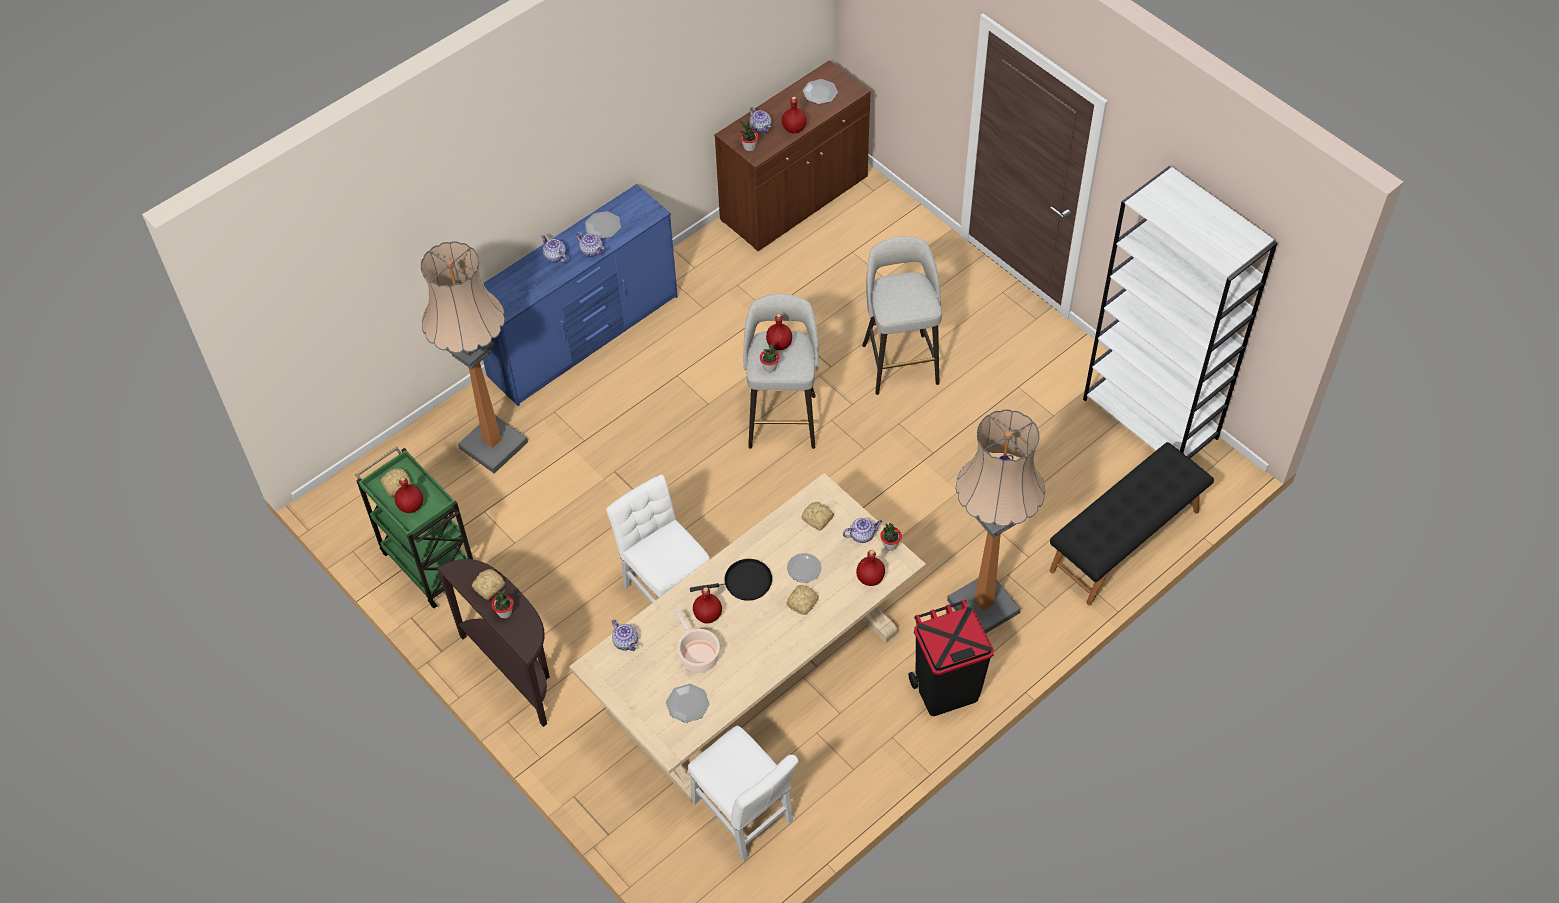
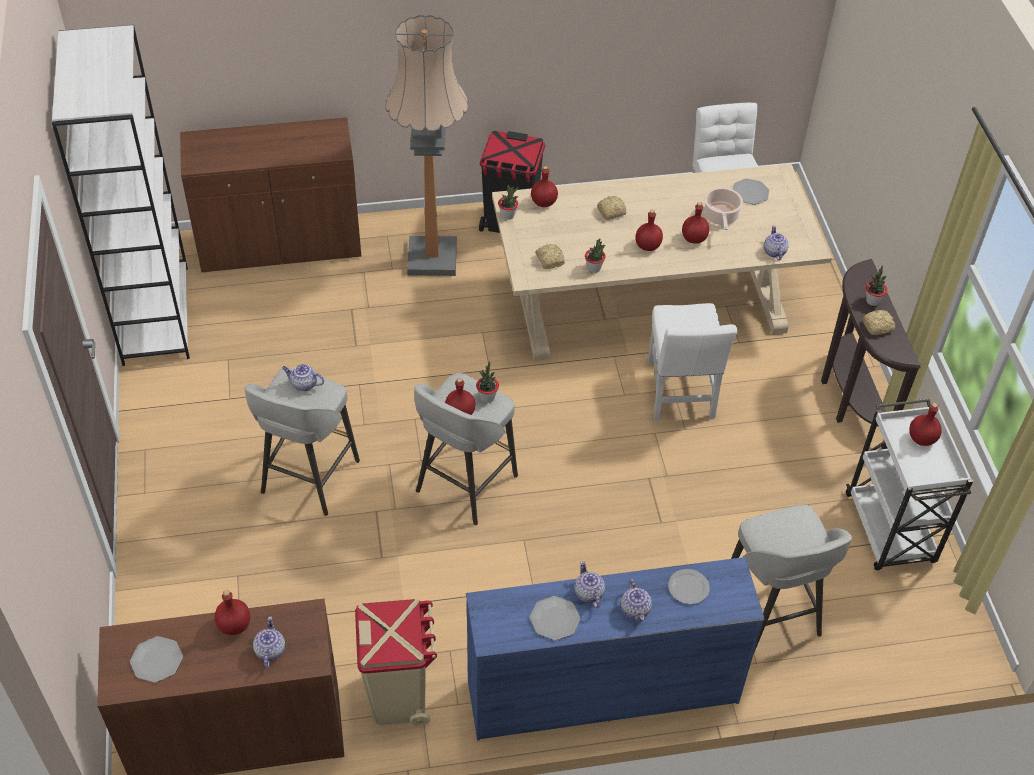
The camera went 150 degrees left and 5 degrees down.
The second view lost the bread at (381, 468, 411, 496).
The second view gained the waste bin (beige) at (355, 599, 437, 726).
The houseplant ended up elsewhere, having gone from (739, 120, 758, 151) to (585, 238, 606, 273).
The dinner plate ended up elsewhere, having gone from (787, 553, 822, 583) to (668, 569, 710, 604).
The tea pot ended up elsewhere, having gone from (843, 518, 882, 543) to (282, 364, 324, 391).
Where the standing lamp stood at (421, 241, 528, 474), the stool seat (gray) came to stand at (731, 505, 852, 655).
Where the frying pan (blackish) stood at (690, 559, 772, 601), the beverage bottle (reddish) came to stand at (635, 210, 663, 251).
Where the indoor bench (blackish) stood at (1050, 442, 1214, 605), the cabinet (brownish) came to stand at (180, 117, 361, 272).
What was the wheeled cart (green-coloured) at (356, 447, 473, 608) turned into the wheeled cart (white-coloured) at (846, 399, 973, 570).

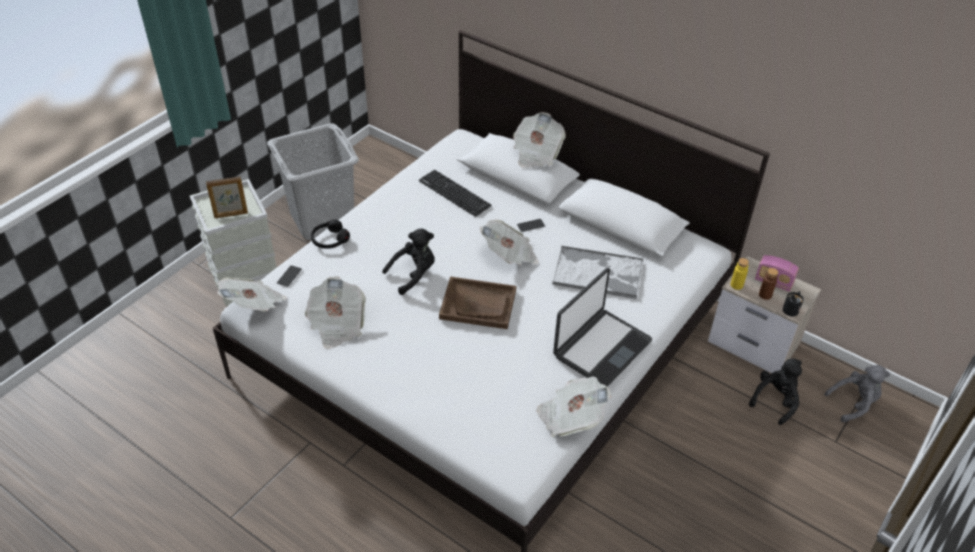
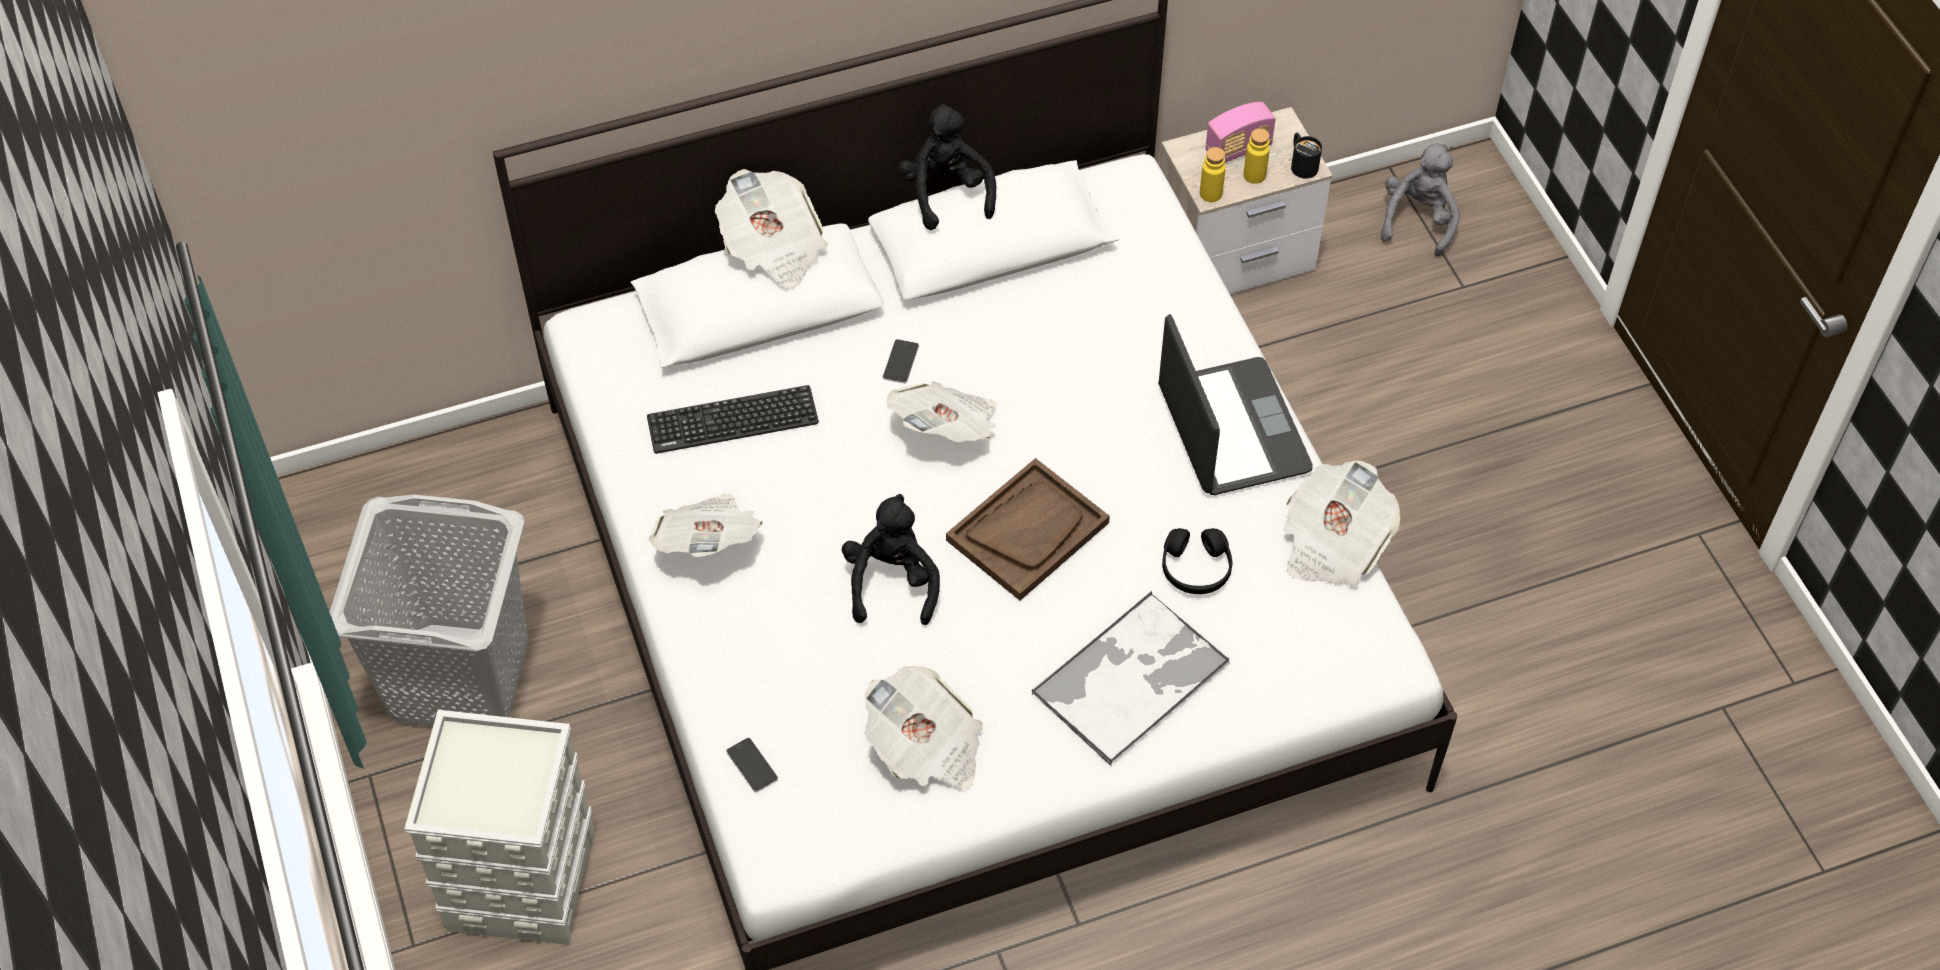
The camera went 55 degrees left and 10 degrees up.
The second view lost the standing frame at (206, 177, 248, 218).
The printed paper ended up elsewhere, having gone from (217, 277, 286, 312) to (649, 494, 763, 557).
The headphones (blackish) ended up elsewhere, having gone from (311, 219, 350, 249) to (1162, 528, 1232, 594).
The tray ended up elsewhere, having gone from (552, 246, 643, 299) to (1031, 591, 1230, 766).
The plush toy (blackish) ended up elsewhere, having gone from (749, 358, 802, 425) to (898, 103, 996, 230).
What was the beverage bottle (brownish) at (759, 268, 778, 300) turned into the beverage bottle (yellowish) at (1243, 129, 1270, 184).

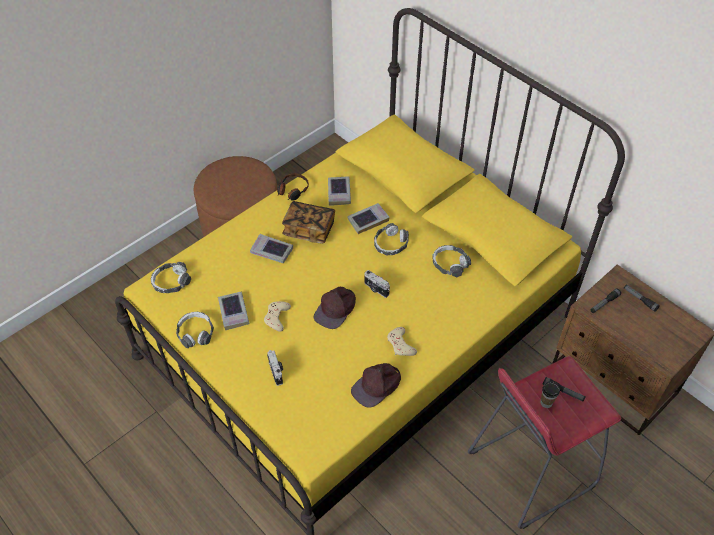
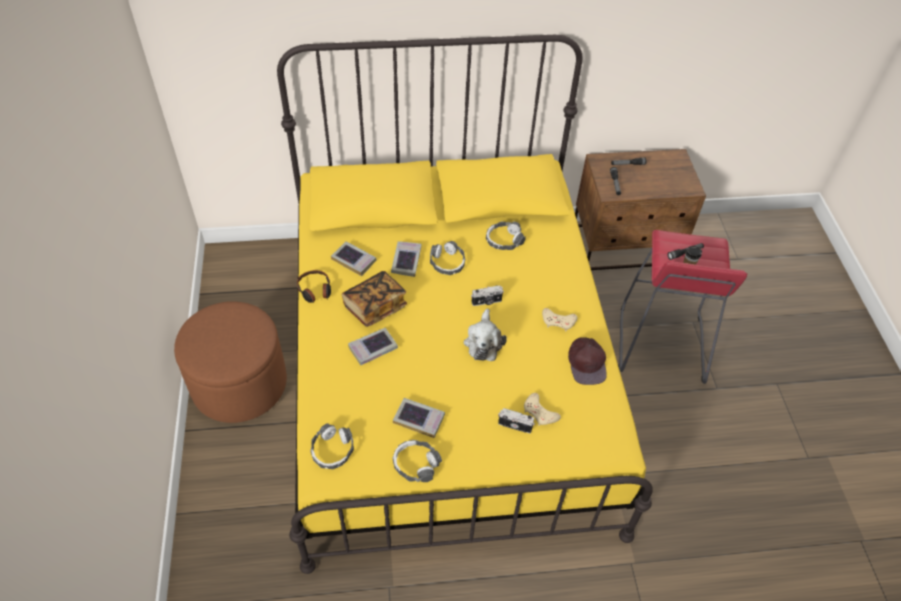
The camera went 55 degrees left and 0 degrees up.
The game controller (beige) ended up elsewhere, having gone from (264, 301, 291, 332) to (524, 393, 561, 426).
Where the peaked cap (brownish) stood at (314, 287, 356, 329), the plush toy came to stand at (464, 308, 507, 361).

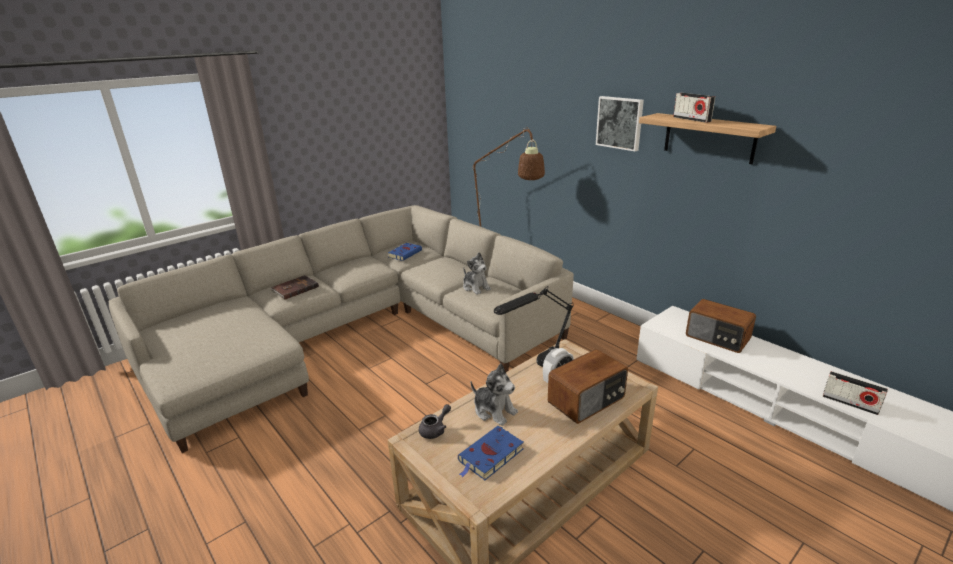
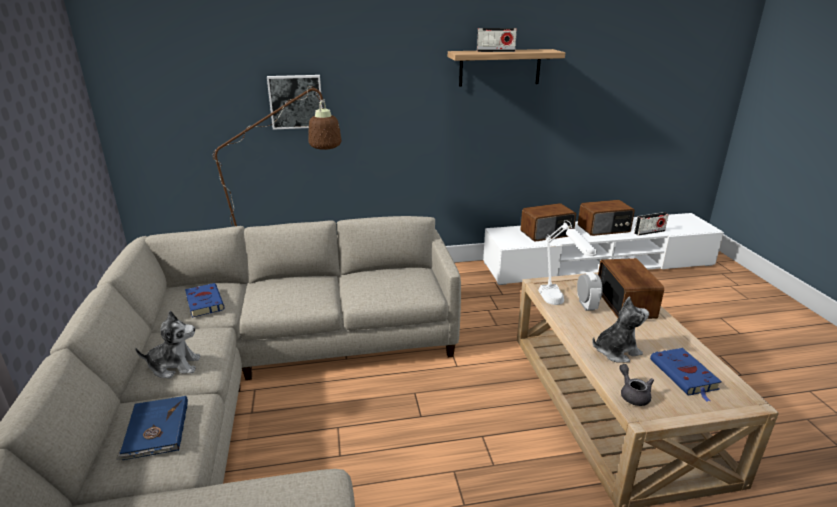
The camera went 60 degrees left and 0 degrees up.
The second view gained the radio at (578, 200, 635, 236).
The plush toy ended up elsewhere, having gone from (463, 252, 491, 295) to (135, 311, 201, 379).
The wall art ended up elsewhere, having gone from (596, 96, 644, 151) to (267, 75, 322, 130).
What was the bound book (brownish) at (270, 275, 319, 299) turned into the bound book (blue) at (116, 396, 188, 460).
What was the table lamp (blackish) at (494, 286, 574, 367) turned into the table lamp (white-coloured) at (538, 220, 597, 305).

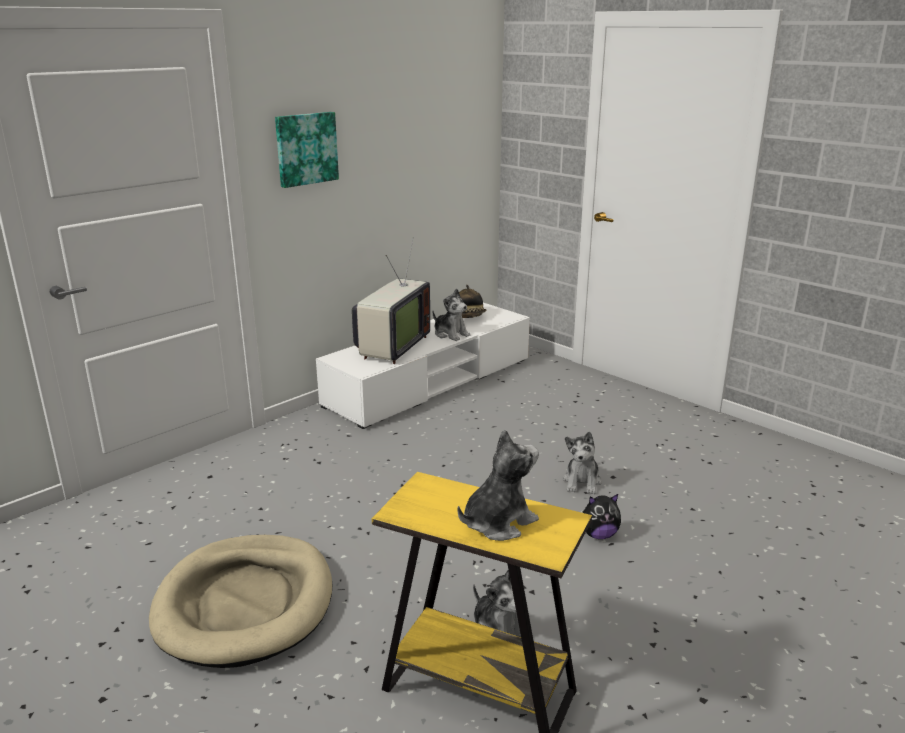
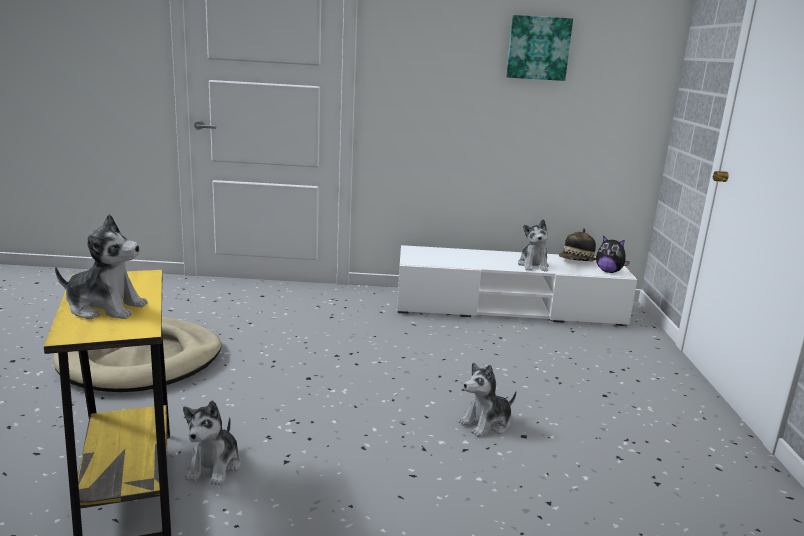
The camera went 45 degrees right and 5 degrees down.
The second view lost the TV set at (352, 237, 430, 364).
The wall art ended up elsewhere, having gone from (275, 112, 339, 188) to (506, 15, 573, 81).
The plush toy ended up elsewhere, having gone from (582, 494, 621, 539) to (596, 235, 630, 273).

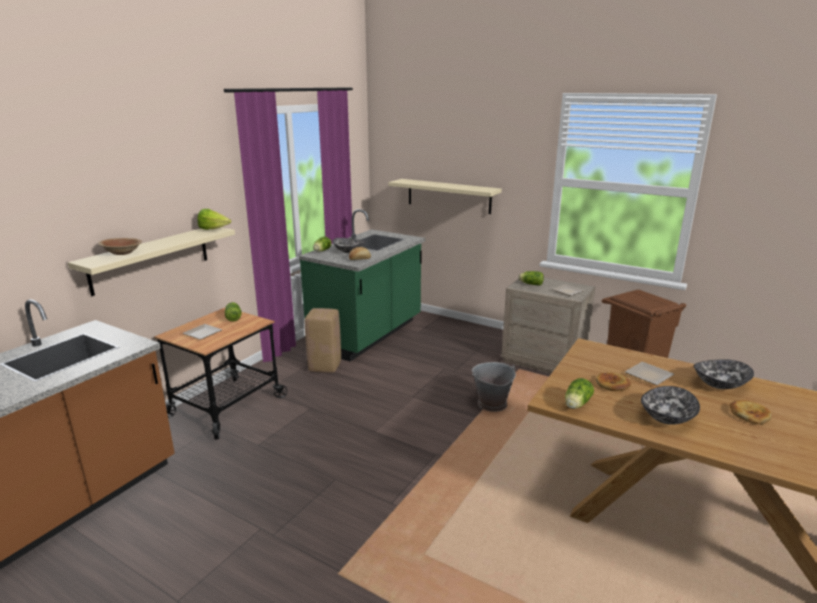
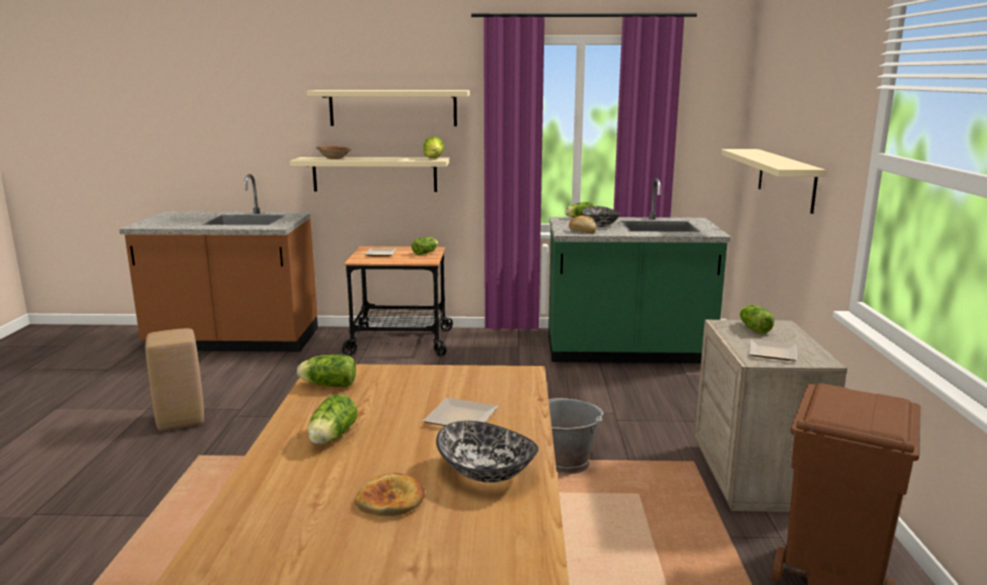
The camera went 60 degrees right and 5 degrees down.
The second view lost the bread at (596, 373, 631, 391).
The second view gained the bracket shelf (beige) at (307, 90, 470, 126).
The stool seat (beige) ended up elsewhere, having gone from (305, 308, 341, 373) to (145, 328, 204, 431).
Where the serving bowl stood at (641, 386, 700, 425), the lettuce came to stand at (308, 394, 358, 445).

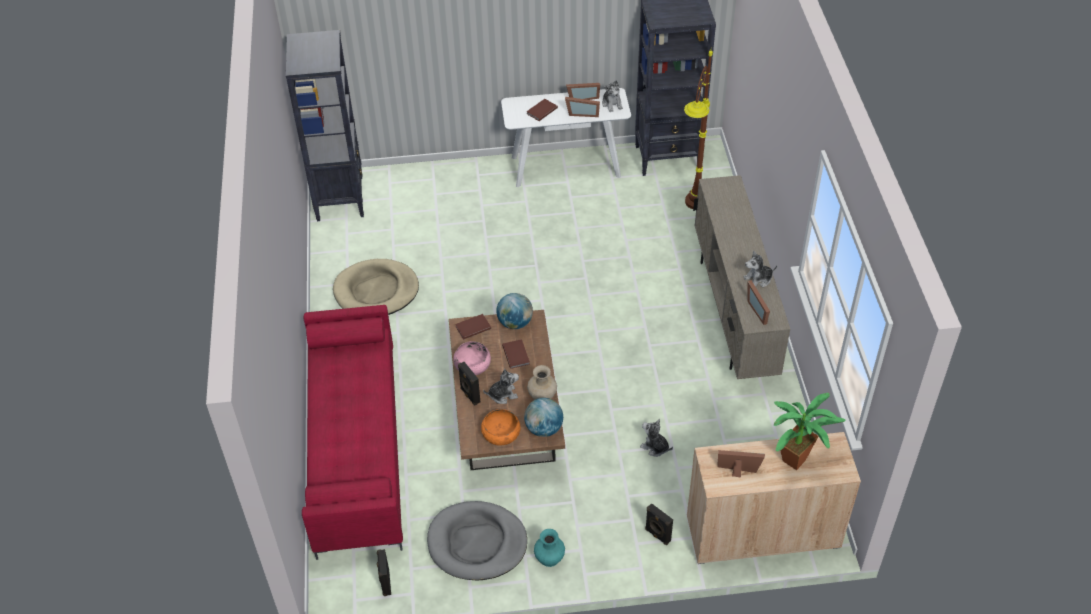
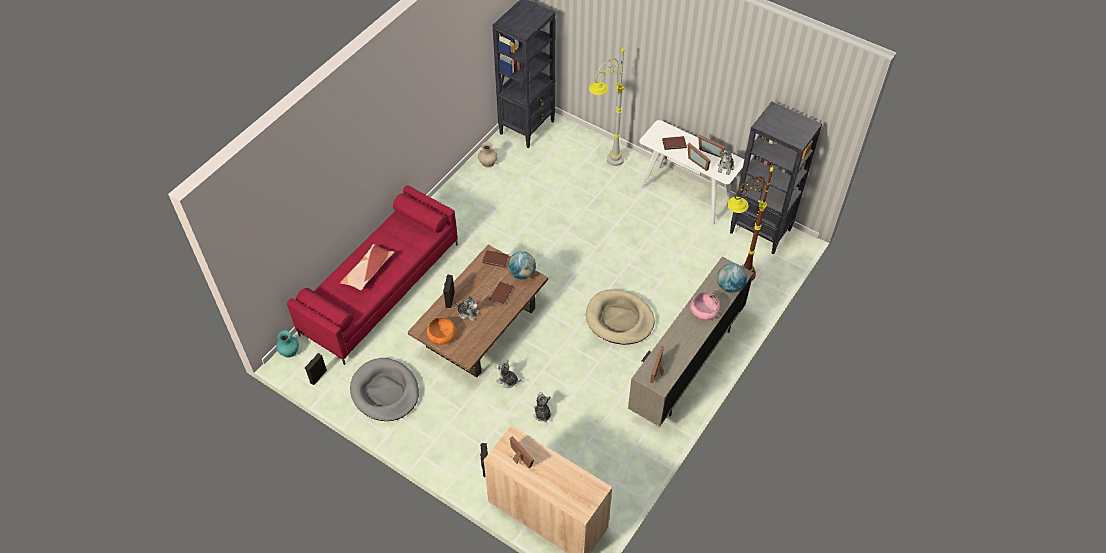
The camera went 40 degrees right and 5 degrees up.
The second view lost the houseplant at (774, 393, 846, 470).
The second view gained the pillow at (340, 244, 395, 290).
The second view gained the standing lamp (gray) at (589, 48, 624, 166).
The dog bed (beige) ended up elsewhere, having gone from (333, 259, 419, 315) to (586, 289, 655, 345).
The serving bowl (pink) ended up elsewhere, having gone from (453, 341, 491, 375) to (690, 292, 720, 320).
The desk globe ended up elsewhere, having gone from (524, 398, 563, 437) to (717, 263, 747, 293).
The vase (beige) ended up elsewhere, having gone from (527, 365, 557, 400) to (478, 142, 497, 168).
The vase (turquoise-coloured) ended up elsewhere, having gone from (534, 529, 565, 567) to (276, 331, 299, 358).
The plush toy ended up elsewhere, having gone from (744, 250, 777, 287) to (495, 360, 521, 388).

